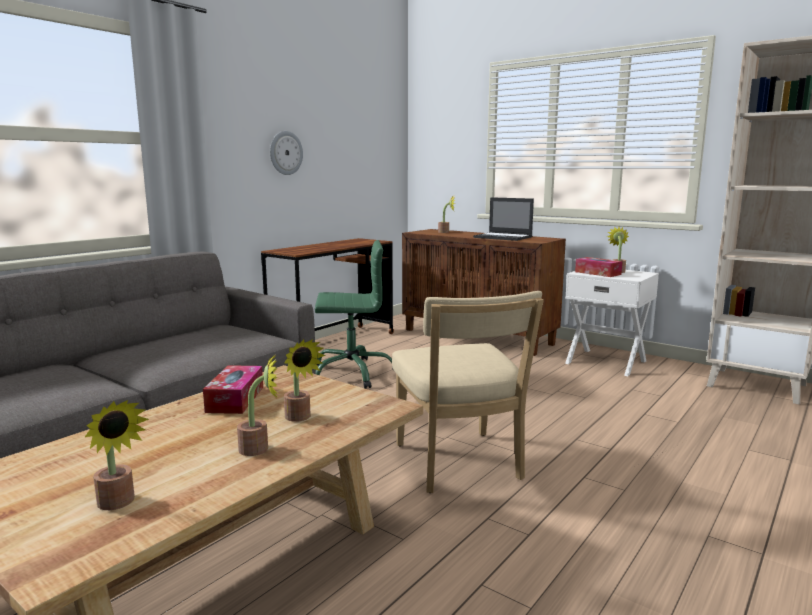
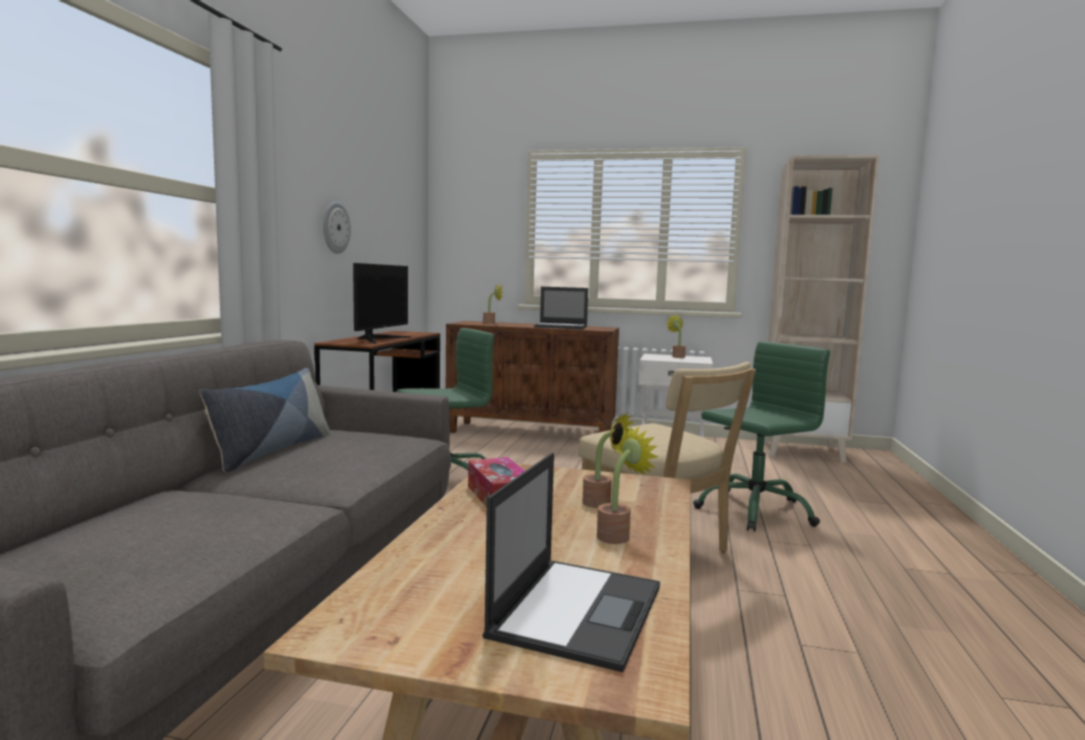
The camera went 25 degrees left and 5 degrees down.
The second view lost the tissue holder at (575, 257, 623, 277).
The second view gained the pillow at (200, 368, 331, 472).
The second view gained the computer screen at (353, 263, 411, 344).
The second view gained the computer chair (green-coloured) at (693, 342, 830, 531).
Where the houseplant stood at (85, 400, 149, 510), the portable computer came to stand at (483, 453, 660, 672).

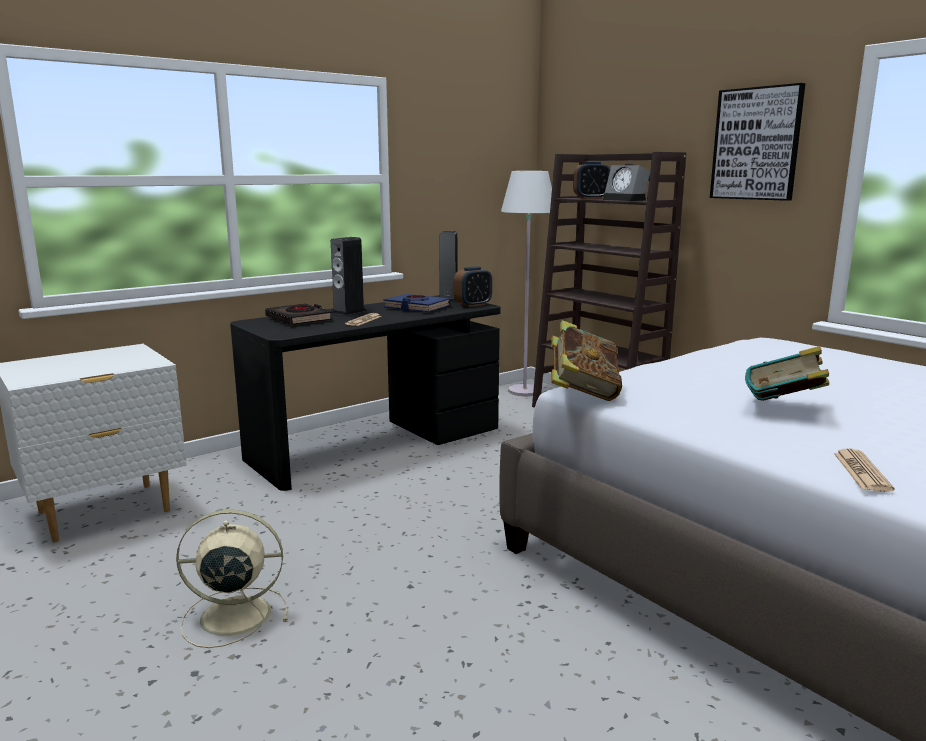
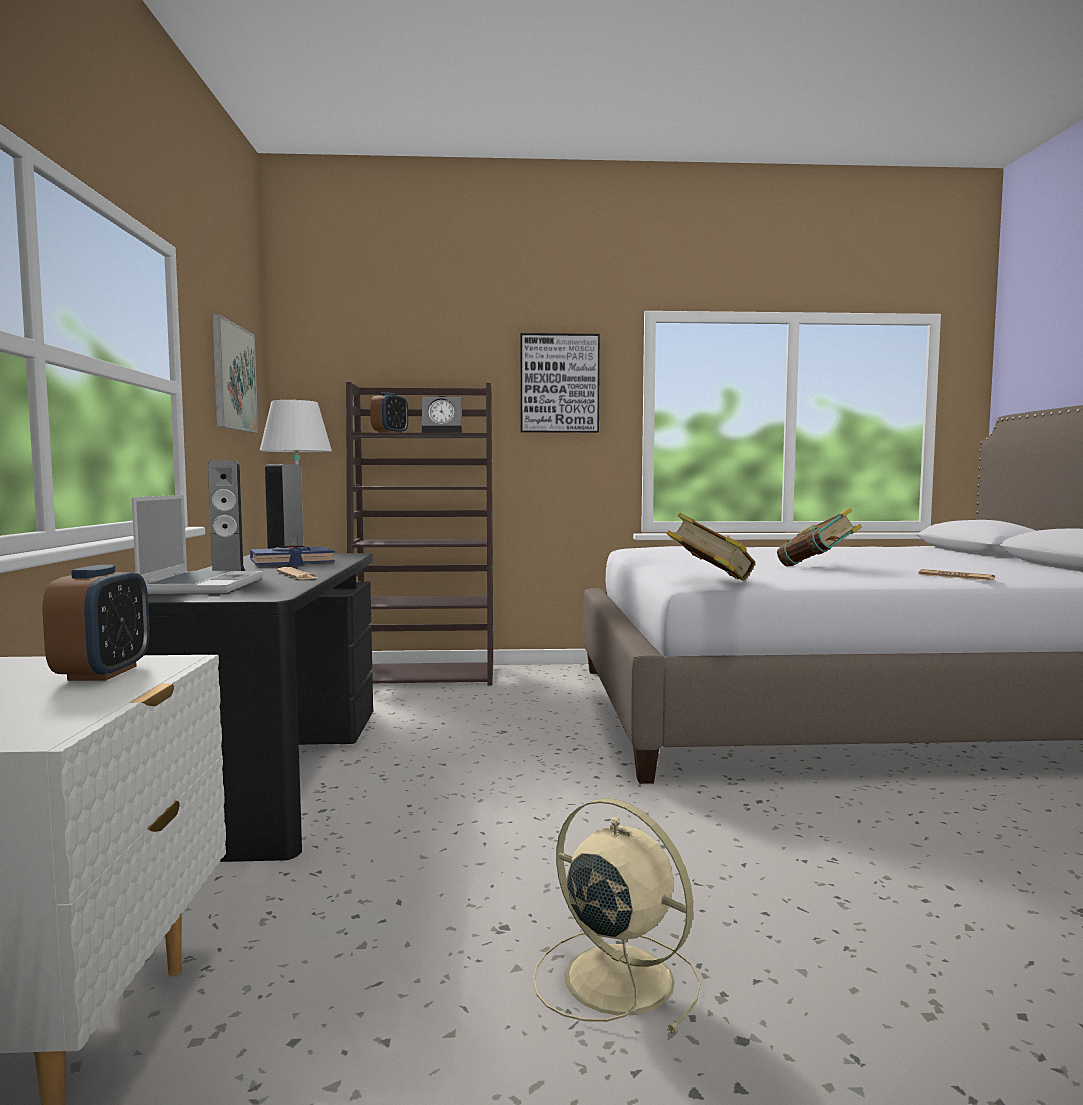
The camera went 55 degrees left and 10 degrees down.
The second view gained the wall art at (212, 314, 258, 433).
The table clock ended up elsewhere, having gone from (454, 266, 492, 307) to (43, 565, 149, 681).
Where the bound book (blackish) stood at (265, 304, 333, 325), the portable computer came to stand at (132, 495, 264, 594).
The cooling fan (beige) at (176, 510, 288, 648) ended up facing another way, 105 degrees clockwise from before.

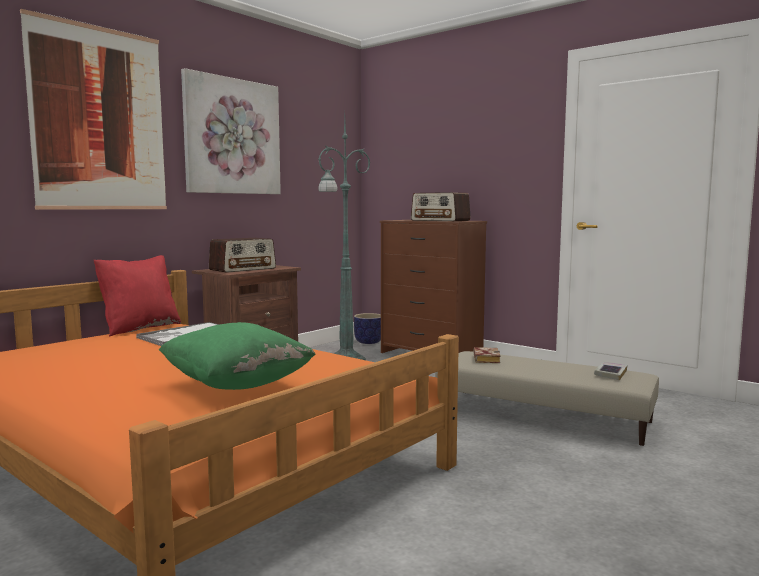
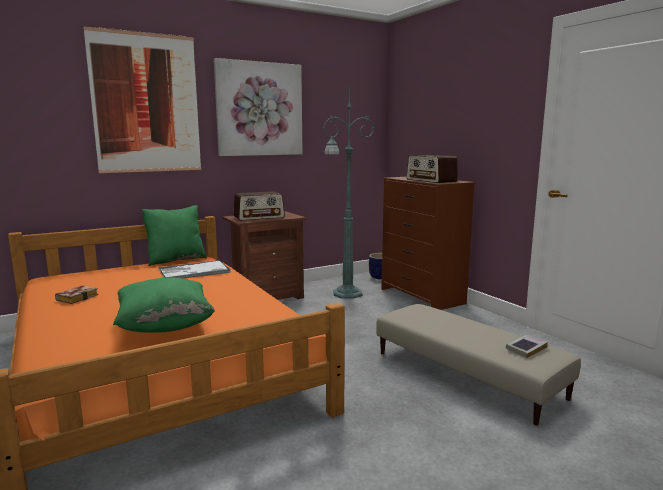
The camera went 20 degrees right and 5 degrees up.
The bound book ended up elsewhere, having gone from (473, 347, 500, 363) to (55, 285, 98, 304).
What was the pillow (reddish) at (94, 255, 181, 337) turned into the pillow (green-coloured) at (141, 205, 207, 266).

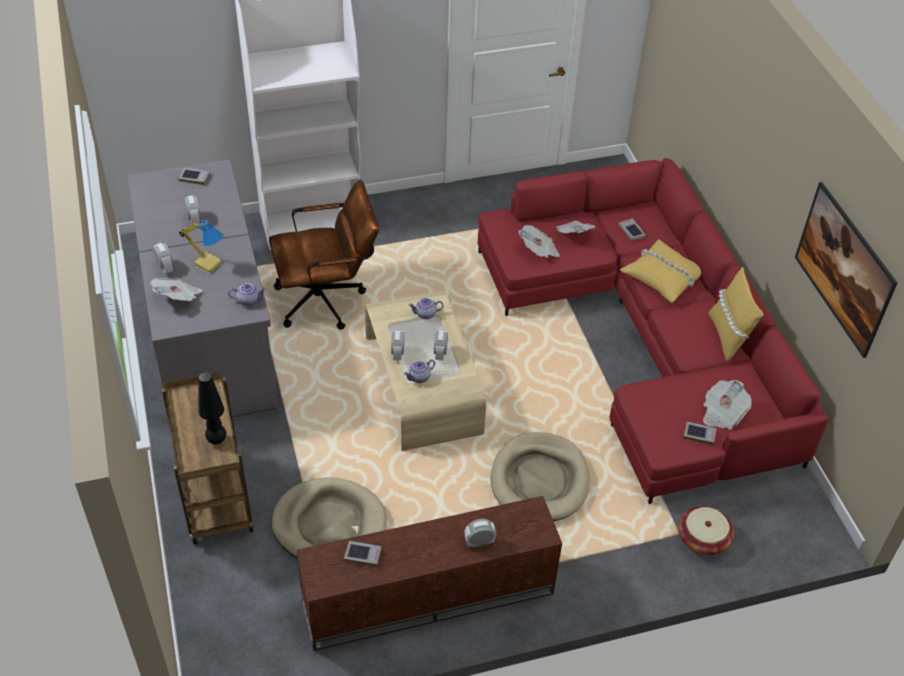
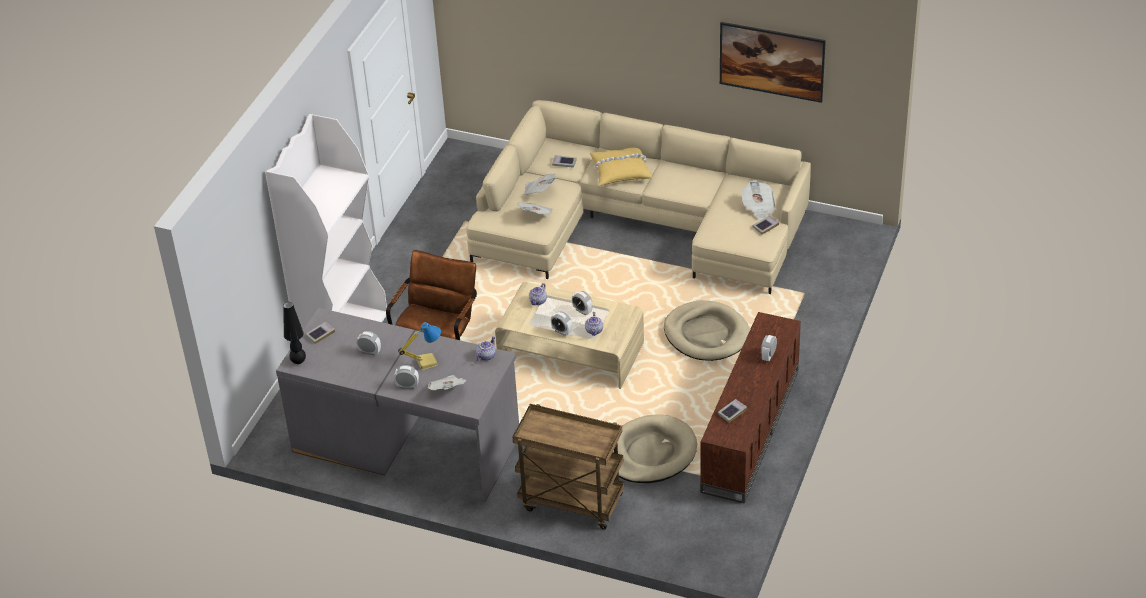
The camera went 50 degrees left and 5 degrees down.
The second view lost the storage basket at (678, 506, 734, 555).
The second view lost the pillow (yellowish) at (708, 267, 764, 362).
The table lamp (blackish) ended up elsewhere, having gone from (198, 372, 226, 444) to (283, 302, 306, 364).
What was the settee (reddish) at (478, 158, 829, 504) turned into the settee (beige) at (466, 100, 811, 294).

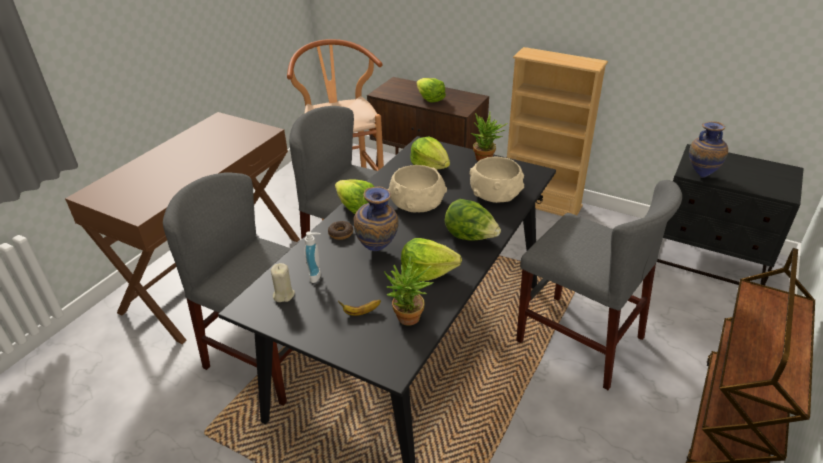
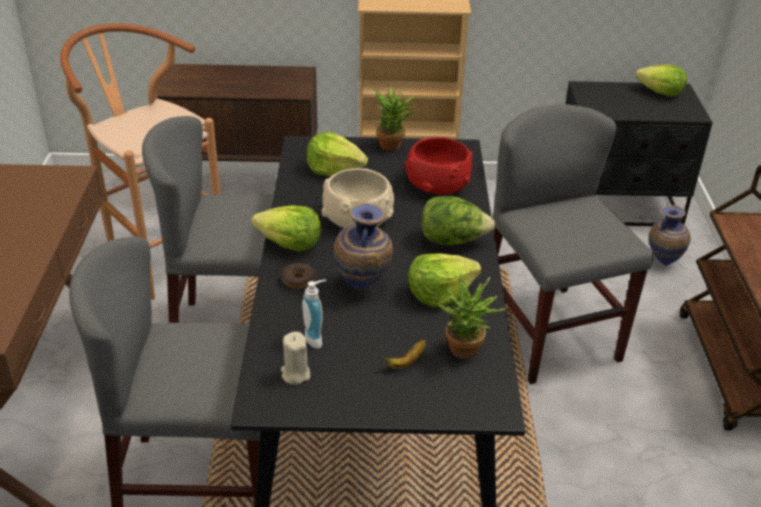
The camera went 30 degrees left and 0 degrees up.
The lettuce ended up elsewhere, having gone from (417, 78, 446, 103) to (635, 65, 687, 97).
The vase ended up elsewhere, having gone from (689, 122, 728, 178) to (649, 205, 691, 266).
What was the serving bowl (beige) at (470, 157, 524, 203) turned into the serving bowl (reddish) at (405, 137, 473, 194).
The chair (gray) at (516, 180, 682, 390) ended up facing another way, 120 degrees counterclockwise from before.

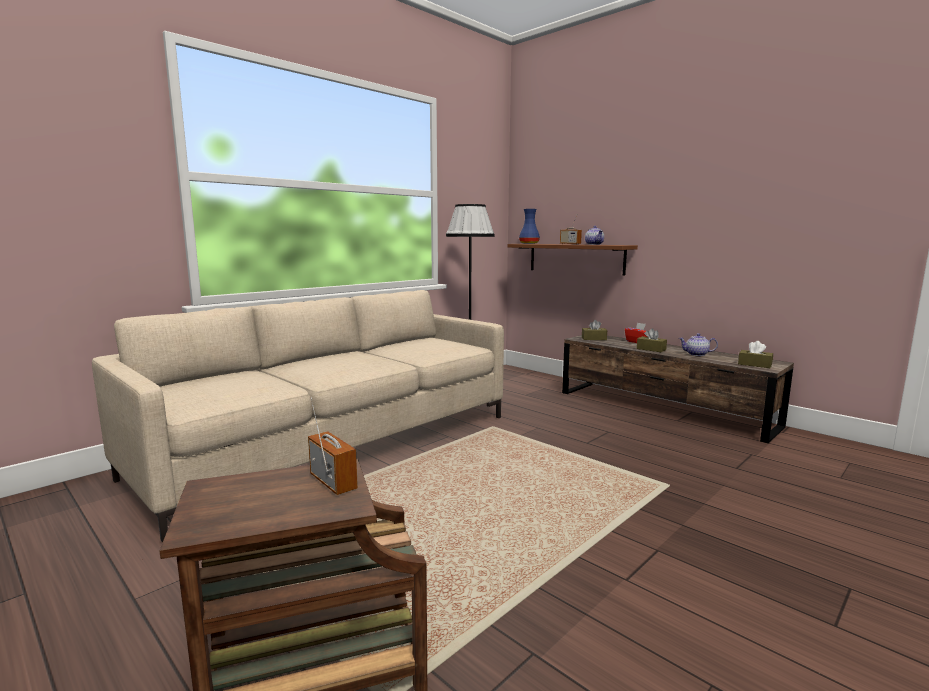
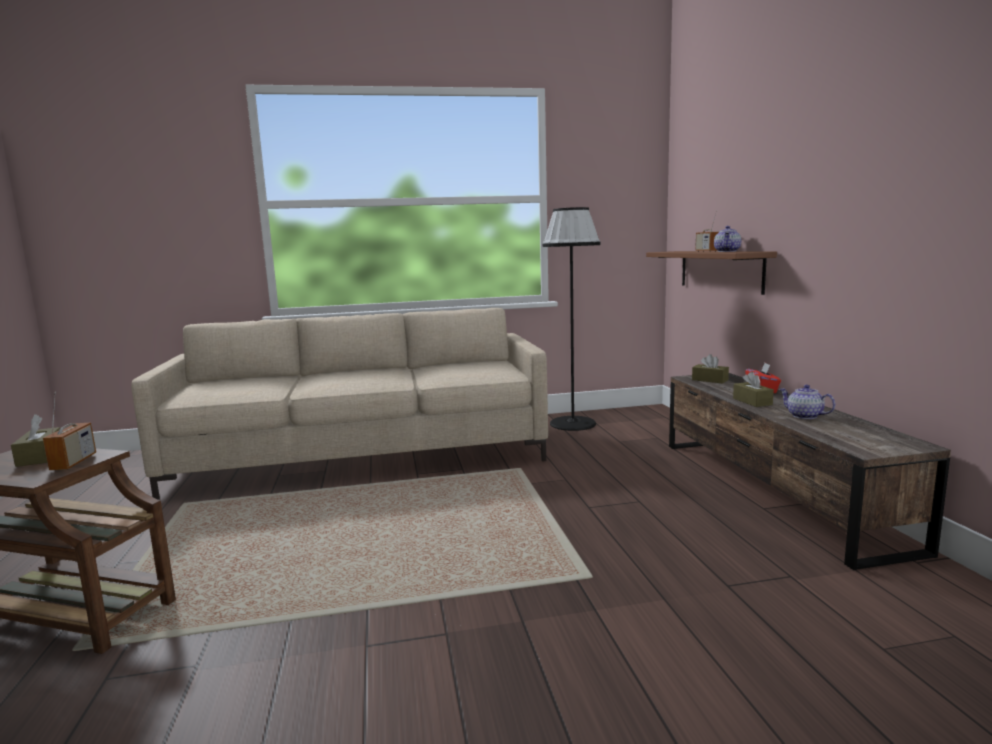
The camera went 35 degrees right and 0 degrees up.
The second view lost the vase (blue) at (519, 209, 540, 244).
The tissue holder (brownish) ended up elsewhere, having gone from (738, 341, 773, 368) to (11, 414, 60, 467).

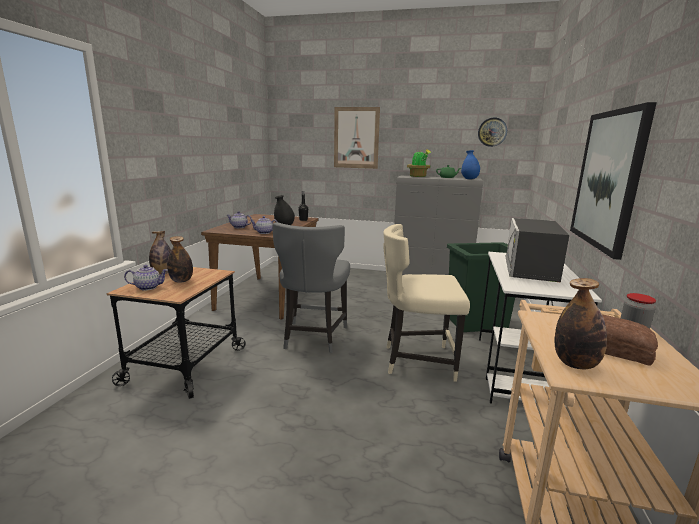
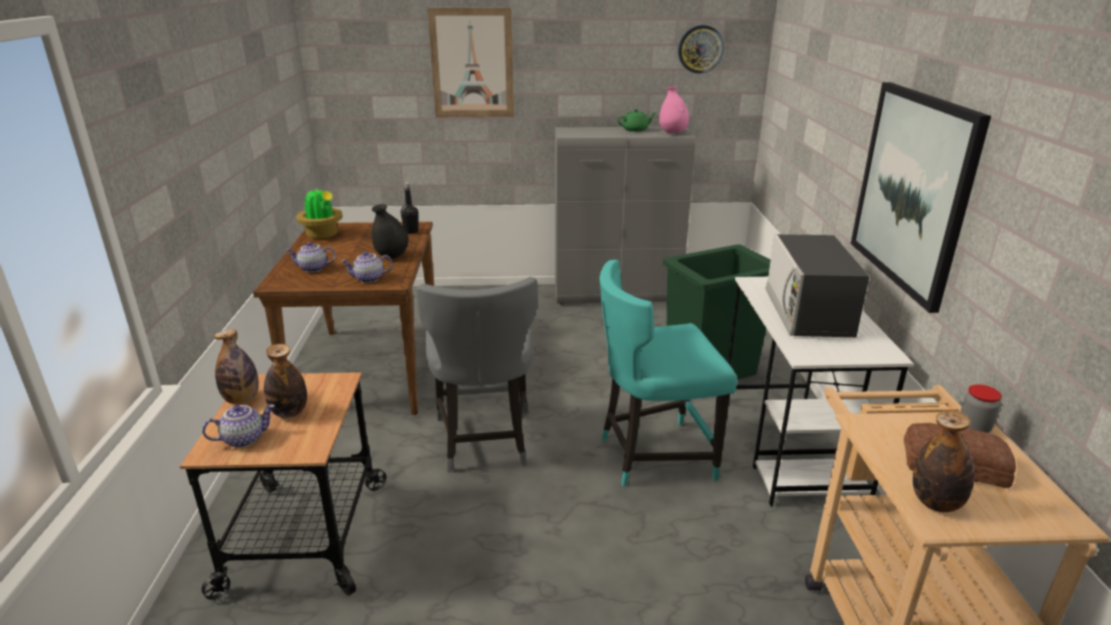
The camera went 15 degrees left and 10 degrees up.
The houseplant ended up elsewhere, having gone from (407, 150, 431, 177) to (296, 185, 343, 239).
What was the chair (beige) at (383, 224, 470, 382) turned into the chair (turquoise-coloured) at (599, 260, 737, 487).
What was the vase (blue) at (461, 150, 480, 179) turned into the vase (pink) at (659, 86, 689, 134).

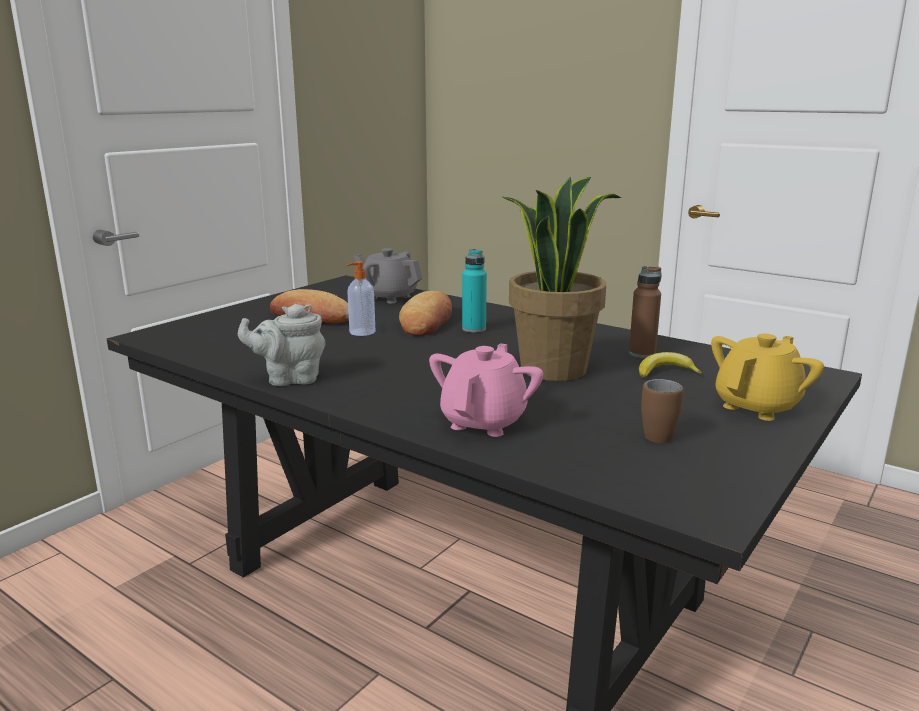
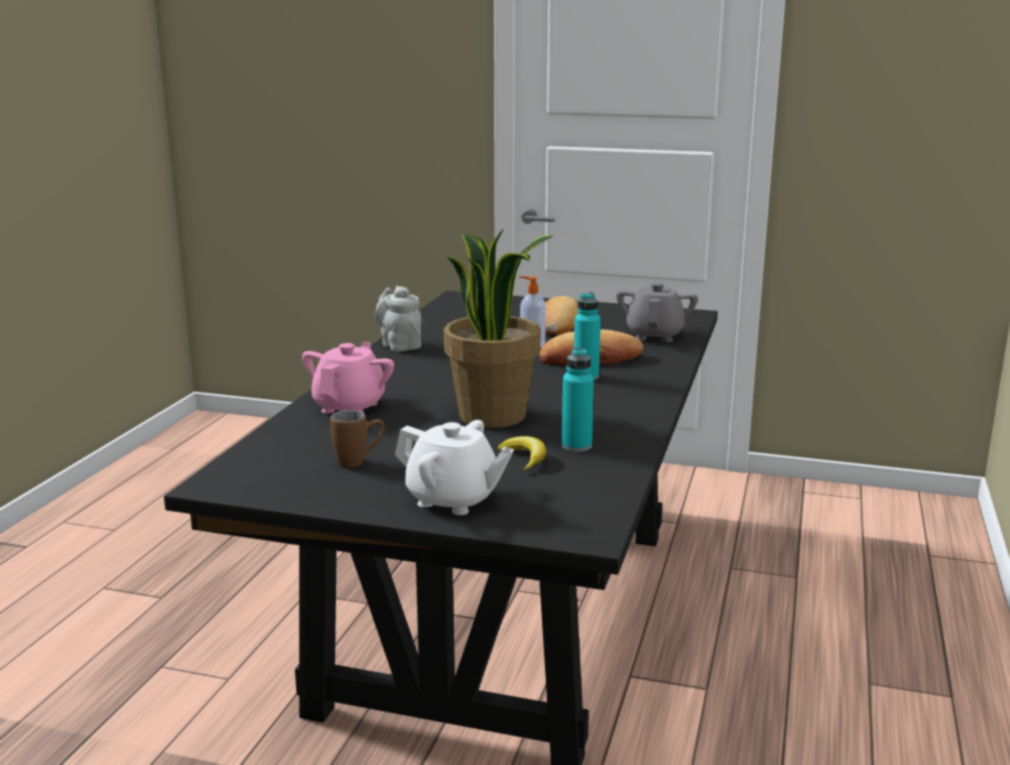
The camera went 70 degrees right and 0 degrees up.
What was the beverage bottle (brownish) at (629, 266, 662, 358) turned into the beverage bottle (turquoise-coloured) at (562, 347, 594, 452).
What was the tea pot (yellowish) at (711, 334, 824, 421) turned into the tea pot (white-coloured) at (395, 420, 514, 515).
The tea pot (pink) at (429, 343, 543, 437) ended up facing another way, 75 degrees counterclockwise from before.

